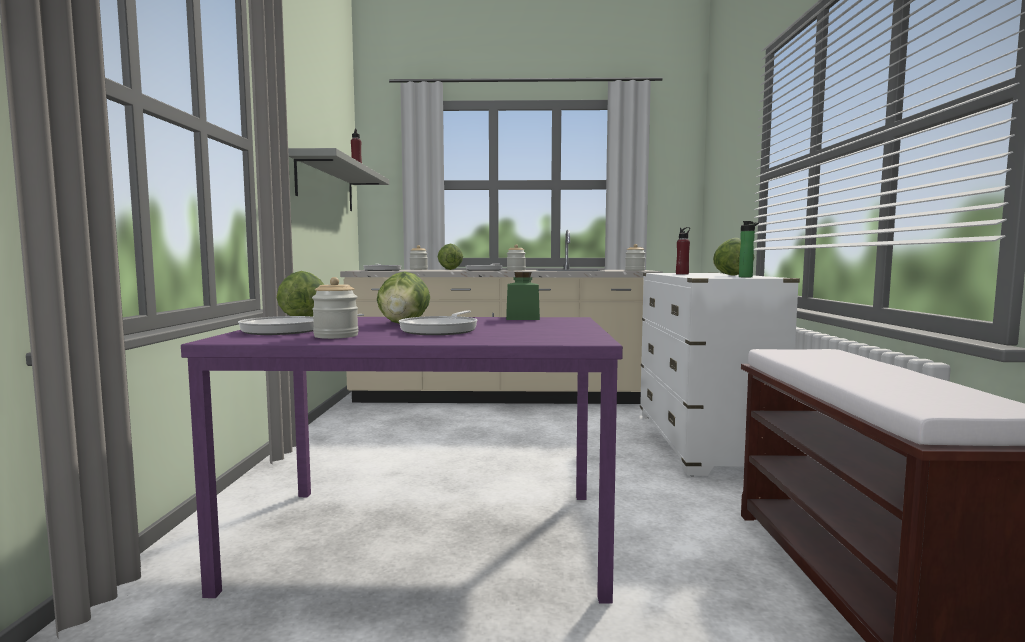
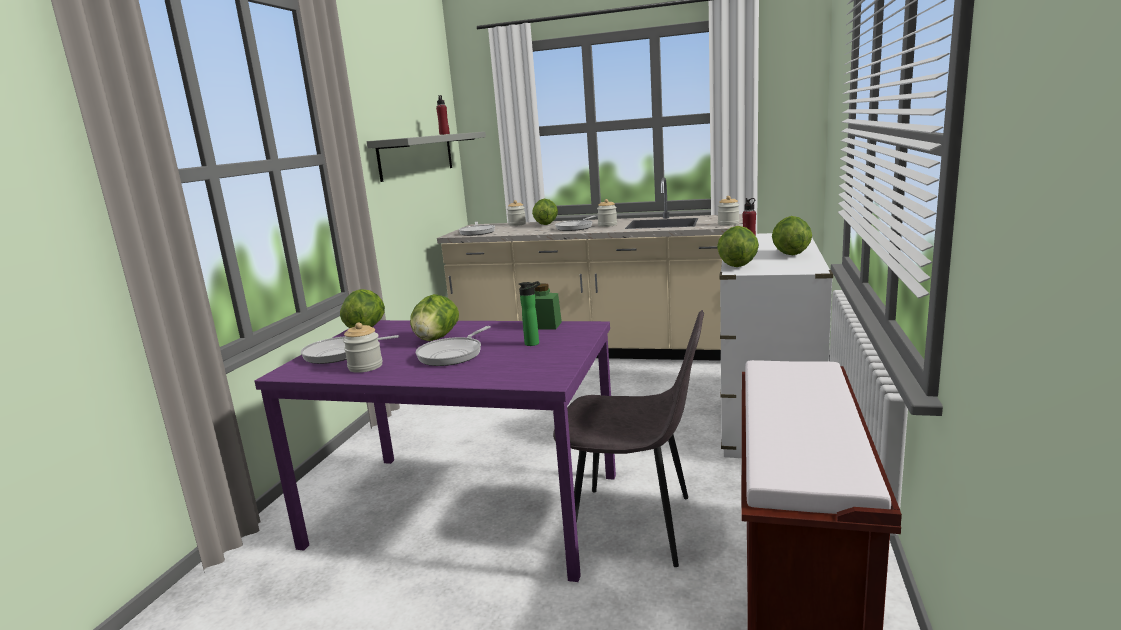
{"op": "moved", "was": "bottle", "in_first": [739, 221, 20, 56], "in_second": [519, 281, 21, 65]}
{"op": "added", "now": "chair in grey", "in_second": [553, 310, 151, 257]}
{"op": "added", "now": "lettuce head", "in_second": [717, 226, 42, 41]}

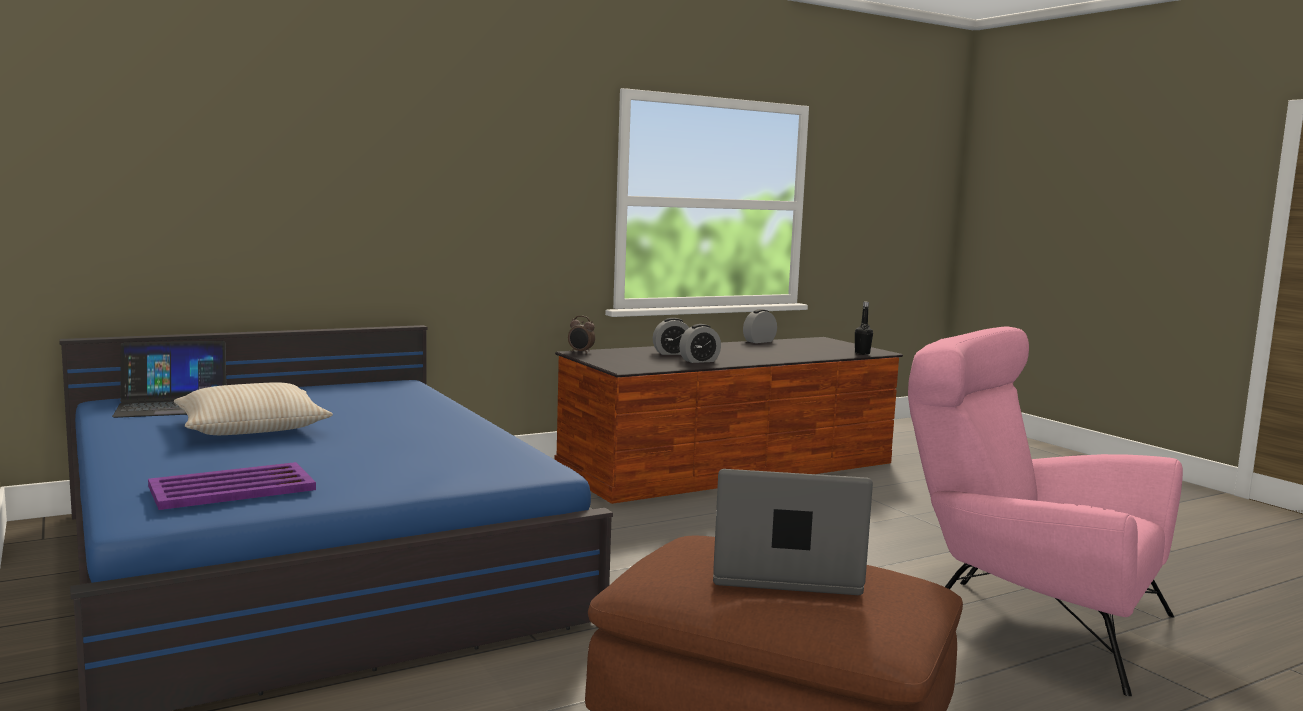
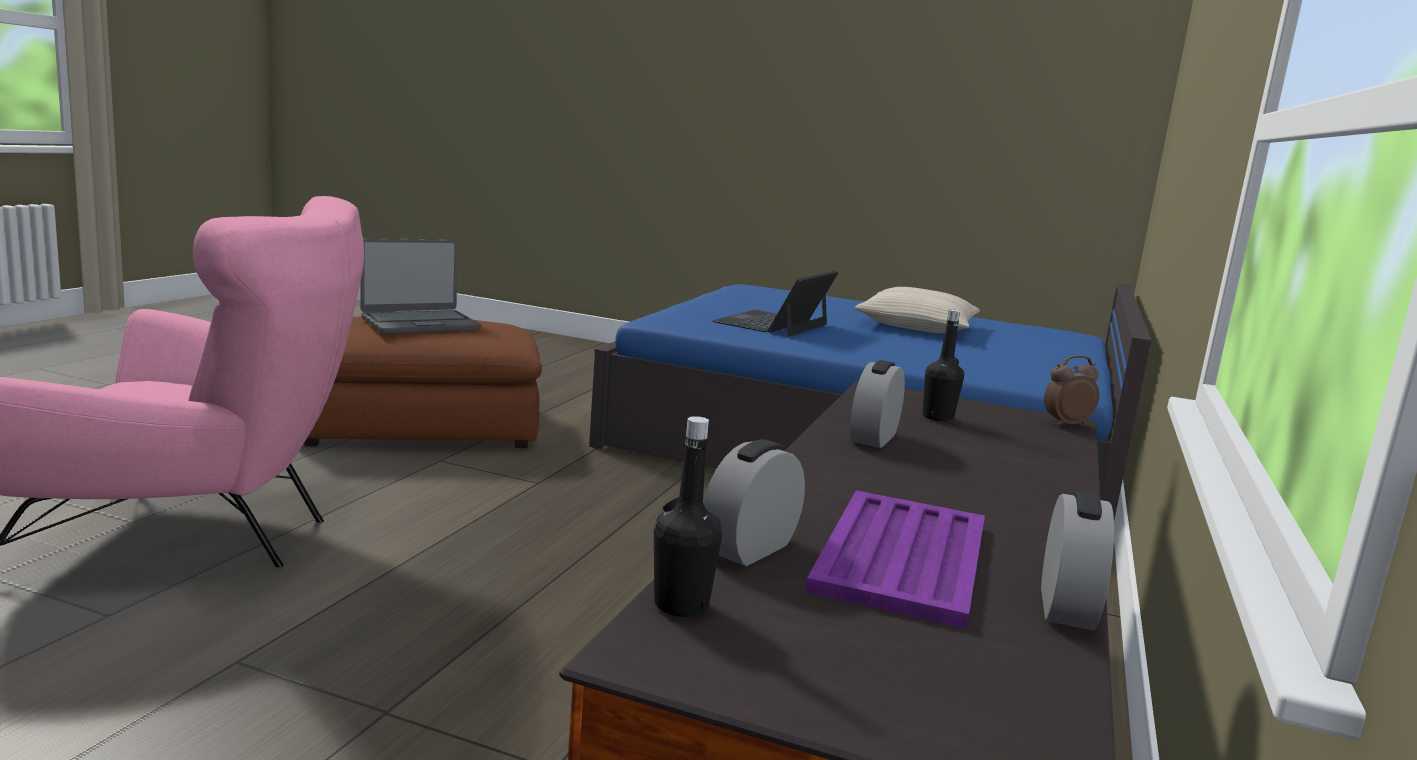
{"op": "moved", "was": "notebook computer", "in_first": [112, 341, 115, 77], "in_second": [712, 271, 126, 66]}
{"op": "moved", "was": "serving tray in purplish", "in_first": [148, 462, 168, 48], "in_second": [805, 490, 180, 139]}
{"op": "moved", "was": "alarm clock", "in_first": [653, 318, 36, 37], "in_second": [703, 440, 102, 126]}
{"op": "added", "now": "bottle in black", "in_second": [923, 309, 41, 113]}

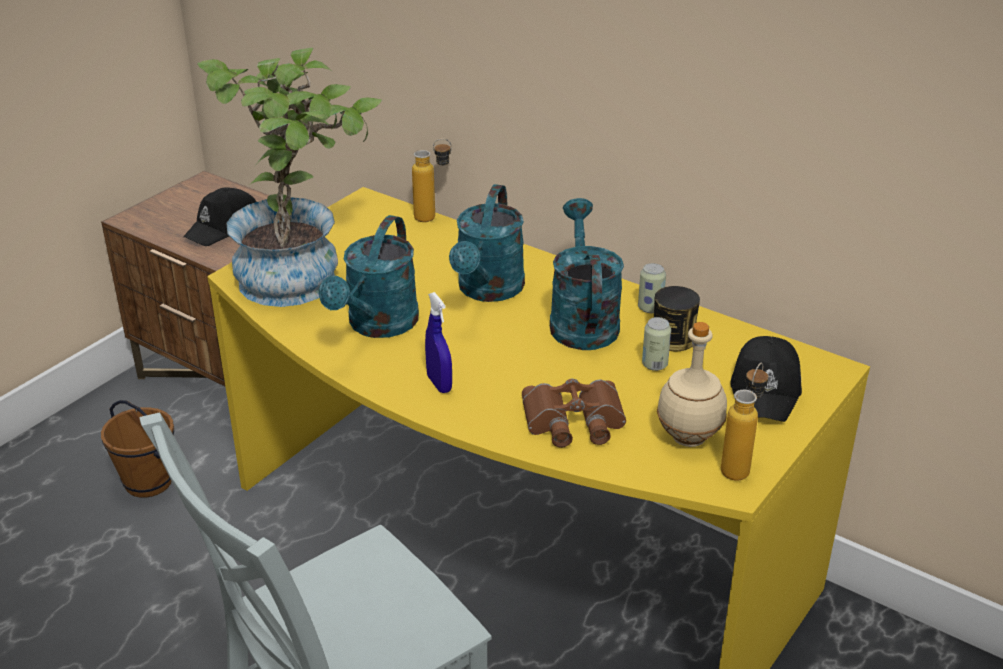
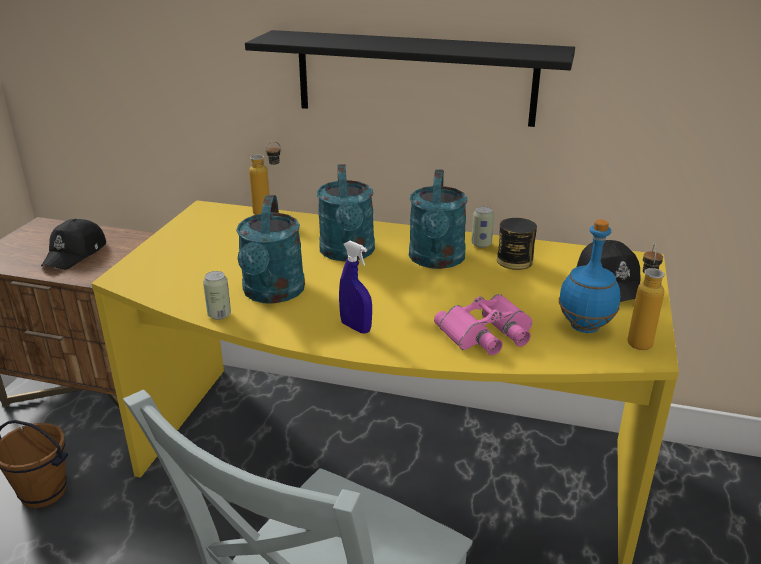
{"op": "removed", "was": "houseplant", "in_first": [198, 47, 184, 260]}
{"op": "recoloured", "was": "field glasses in brown", "now": "field glasses in pink-coloured", "in_first": [522, 379, 104, 69], "in_second": [434, 294, 99, 61]}
{"op": "turned", "was": "watering pot in turquoise", "in_first": [550, 198, 74, 152], "in_second": [409, 169, 58, 100], "clockwise": -150}
{"op": "moved", "was": "sealed can", "in_first": [642, 317, 29, 54], "in_second": [203, 271, 28, 49]}
{"op": "recoloured", "was": "bottle in sand-coloured", "now": "bottle in bluish", "in_first": [657, 322, 70, 125], "in_second": [559, 219, 61, 114]}
{"op": "added", "now": "shelf in black", "in_second": [245, 30, 330, 97]}

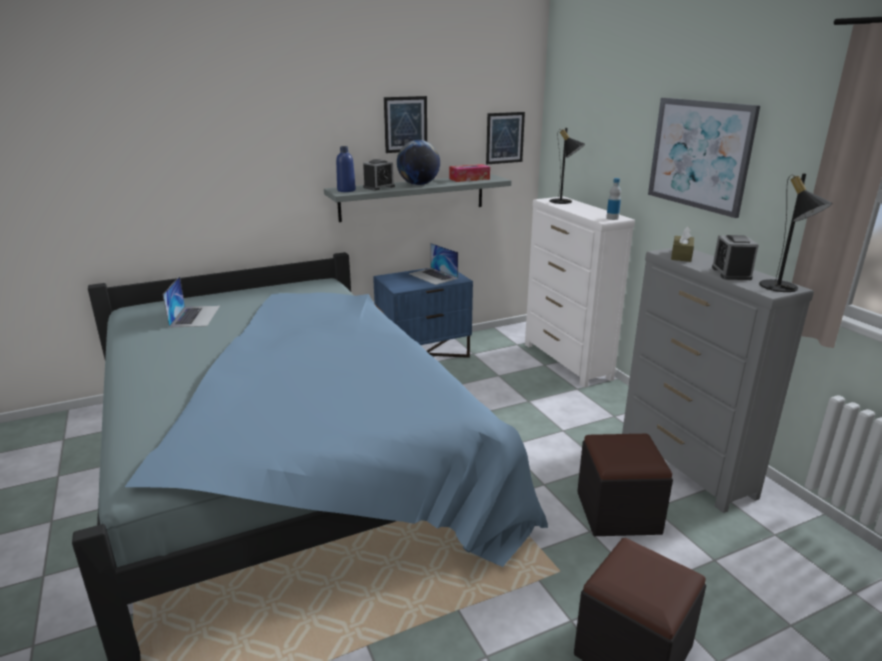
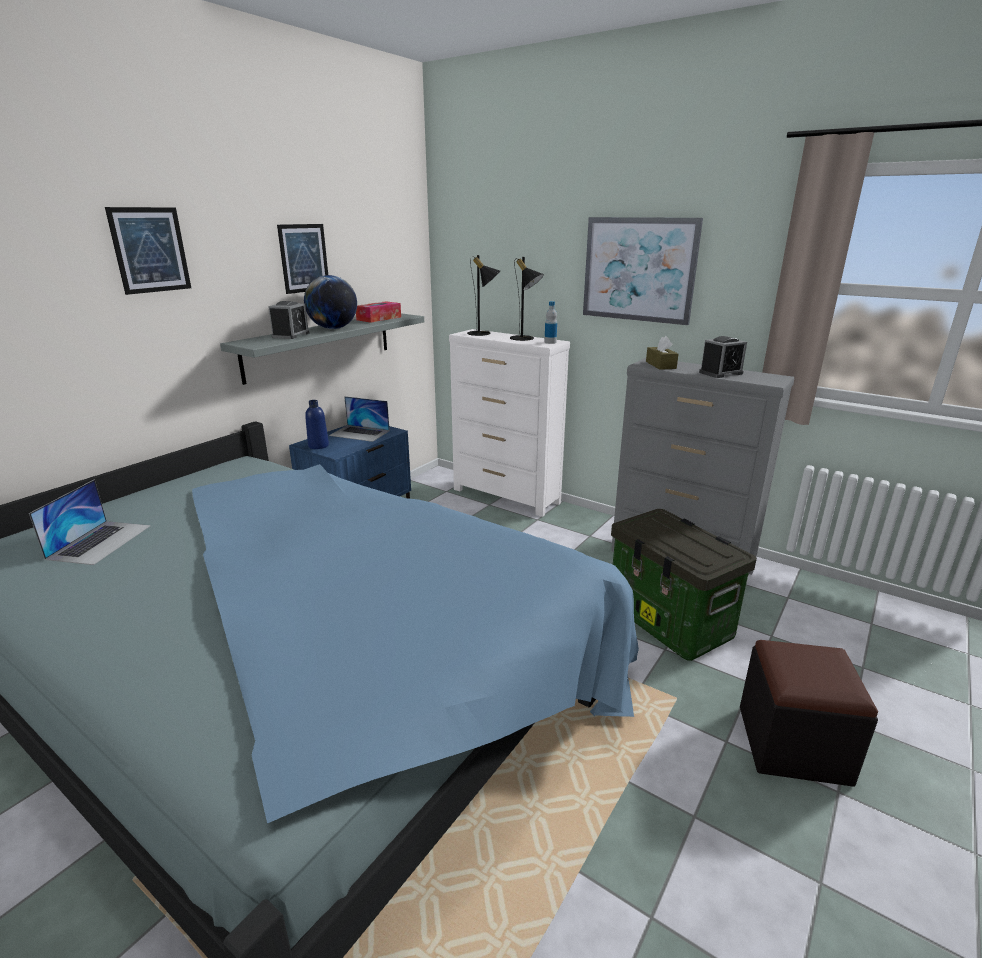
{"op": "turned", "was": "notebook computer", "in_first": [163, 276, 57, 52], "in_second": [29, 479, 121, 86], "clockwise": 45}
{"op": "moved", "was": "bottle in bluish", "in_first": [336, 146, 20, 46], "in_second": [305, 400, 24, 49]}
{"op": "moved", "was": "wall picture", "in_first": [486, 112, 39, 52], "in_second": [105, 207, 86, 88]}
{"op": "replaced", "was": "footrest in black", "now": "storage box", "in_first": [577, 434, 96, 102], "in_second": [611, 509, 146, 152]}
{"op": "turned", "was": "alarm clock", "in_first": [712, 235, 47, 45], "in_second": [699, 336, 48, 42], "clockwise": -90}
{"op": "moved", "was": "tabletop lamp in black", "in_first": [759, 173, 74, 119], "in_second": [510, 257, 34, 84]}

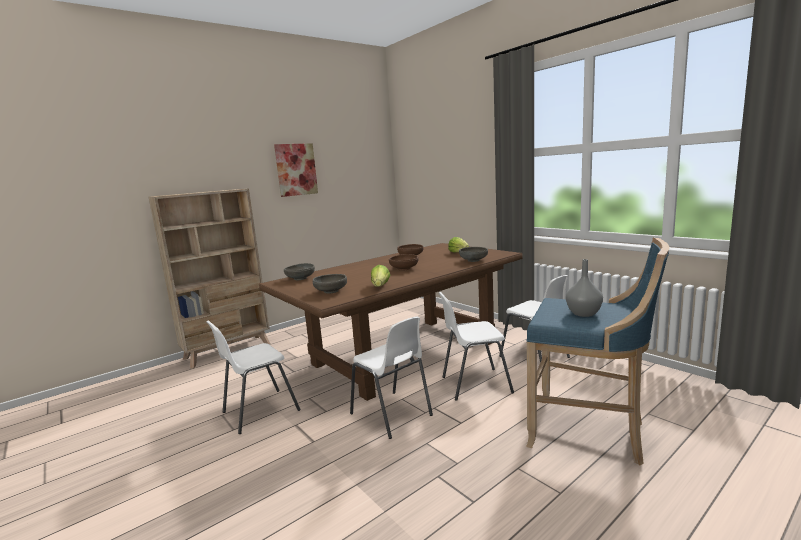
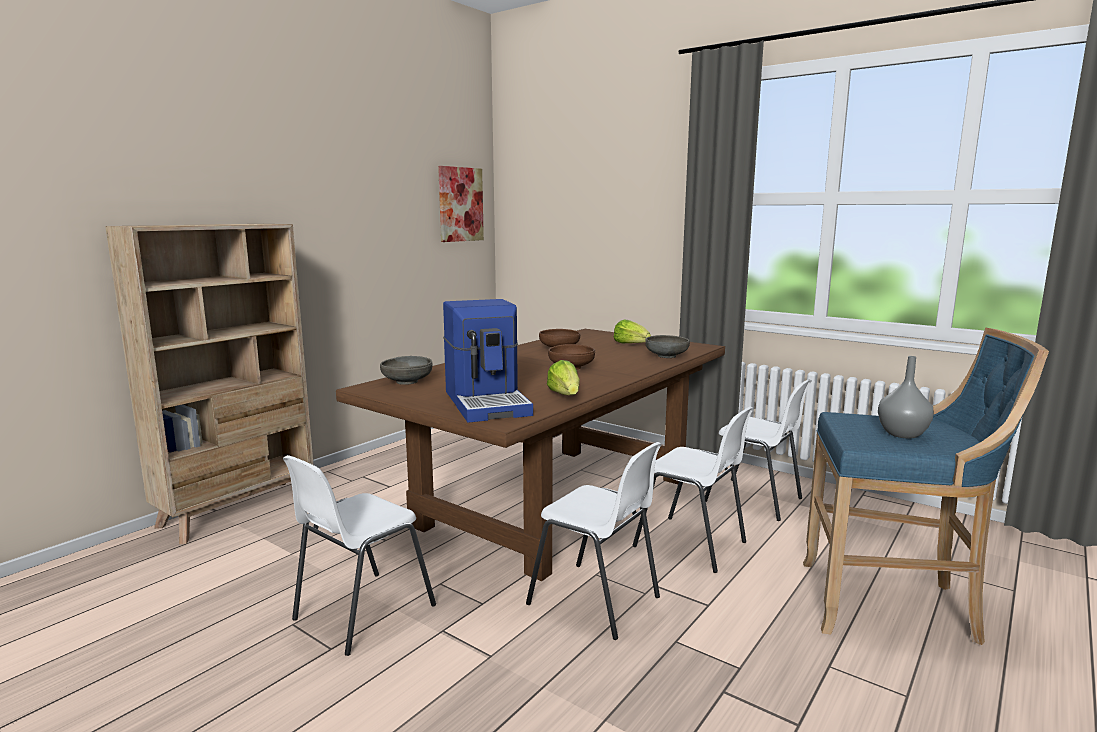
{"op": "moved", "was": "wall picture", "in_first": [274, 143, 44, 54], "in_second": [438, 166, 46, 76]}
{"op": "replaced", "was": "serving bowl in grey", "now": "coffee brewer", "in_first": [313, 274, 34, 20], "in_second": [443, 299, 90, 124]}
{"op": "turned", "was": "chair in whitish", "in_first": [439, 292, 75, 109], "in_second": [633, 407, 121, 166], "clockwise": -120}

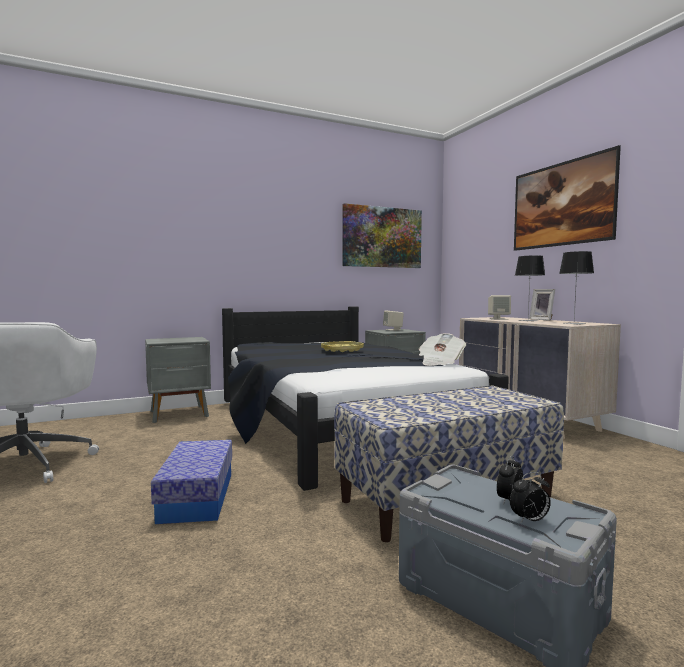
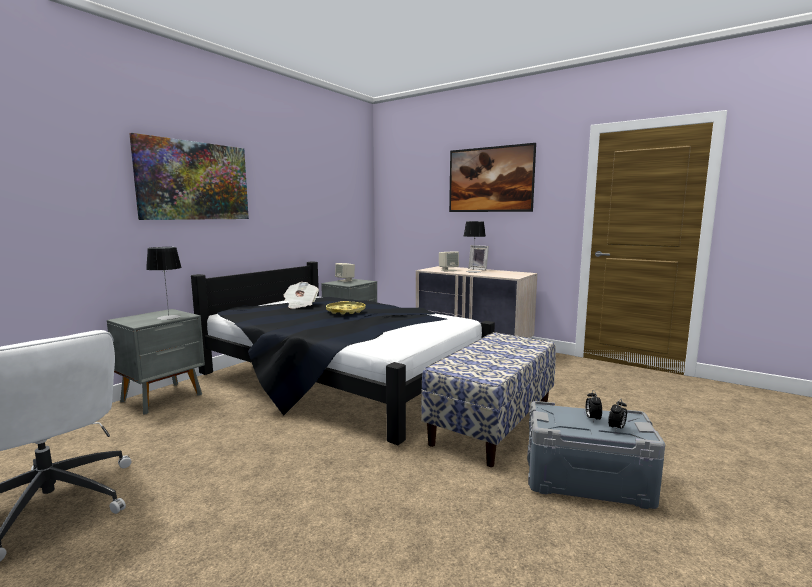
{"op": "removed", "was": "storage box", "in_first": [151, 440, 81, 84]}
{"op": "moved", "was": "wall picture", "in_first": [343, 203, 79, 65], "in_second": [129, 133, 120, 87]}
{"op": "moved", "was": "daily paper", "in_first": [419, 333, 47, 33], "in_second": [284, 282, 35, 27]}
{"op": "moved", "was": "tabletop lamp", "in_first": [559, 251, 35, 73], "in_second": [146, 247, 36, 73]}

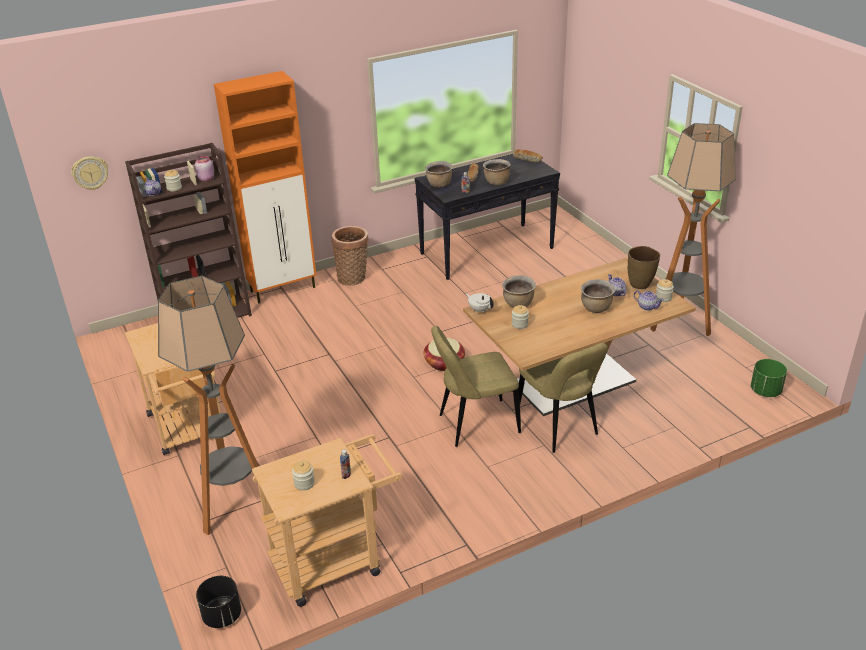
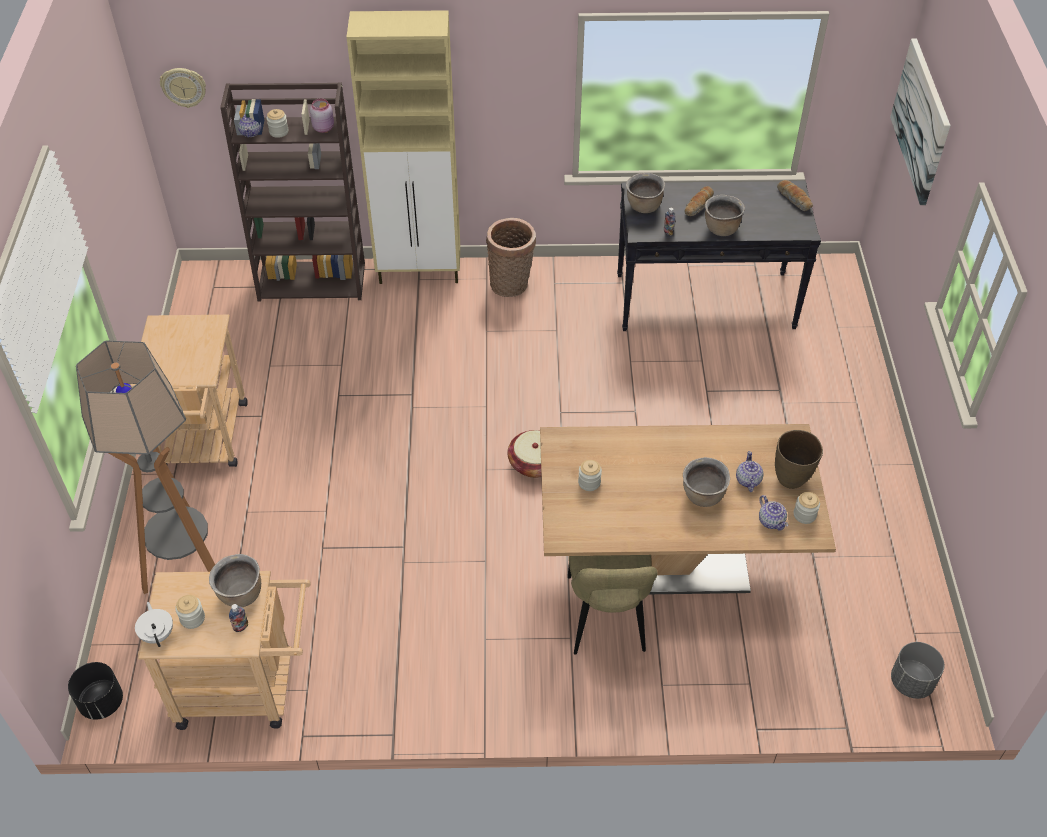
{"op": "recoloured", "was": "storage cabinet in orange", "now": "storage cabinet in sand-coloured", "in_first": [214, 71, 103, 232], "in_second": [347, 10, 113, 274]}
{"op": "removed", "was": "chair in sand-coloured", "in_first": [431, 326, 90, 121]}
{"op": "moved", "was": "tea pot in whitish", "in_first": [466, 293, 28, 19], "in_second": [135, 602, 38, 45]}
{"op": "moved", "was": "saucepot in brown", "in_first": [502, 275, 34, 33], "in_second": [209, 554, 52, 53]}
{"op": "removed", "was": "floor lamp", "in_first": [650, 123, 86, 213]}
{"op": "recoloured", "was": "planter in green-coloured", "now": "planter in grey", "in_first": [751, 359, 36, 38], "in_second": [891, 642, 53, 57]}
{"op": "added", "now": "wall picture", "in_second": [890, 39, 61, 166]}

